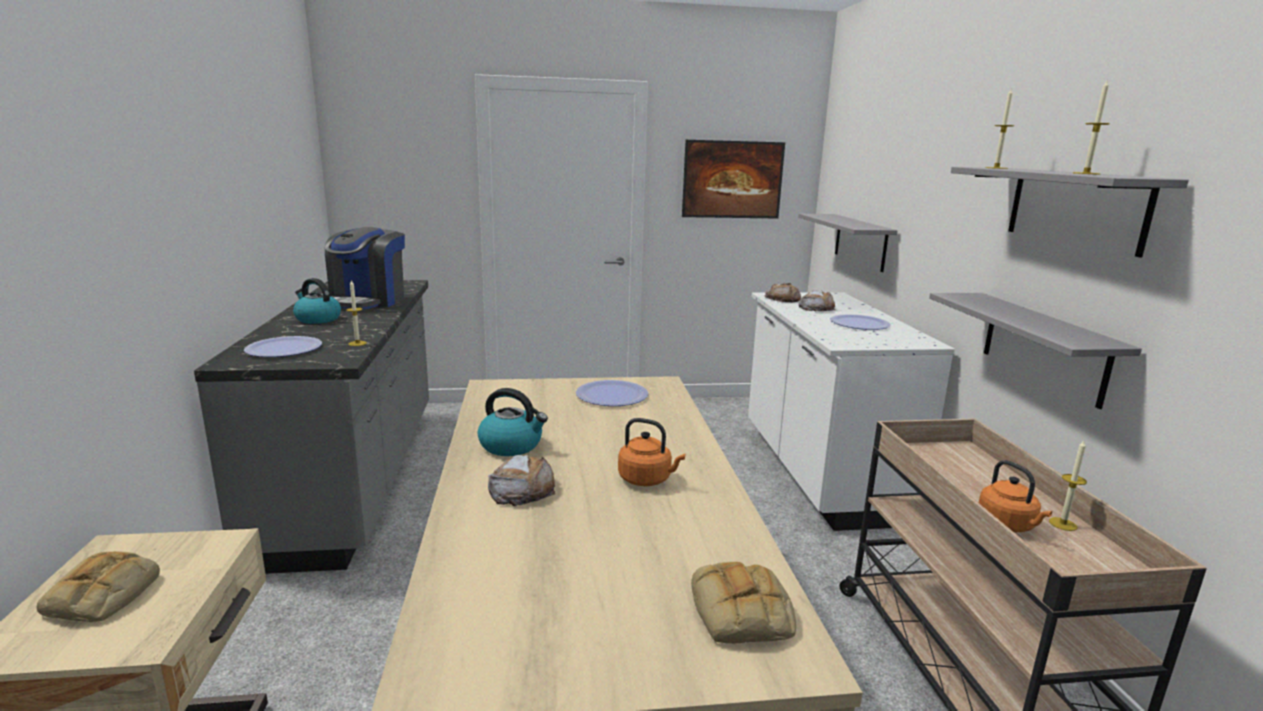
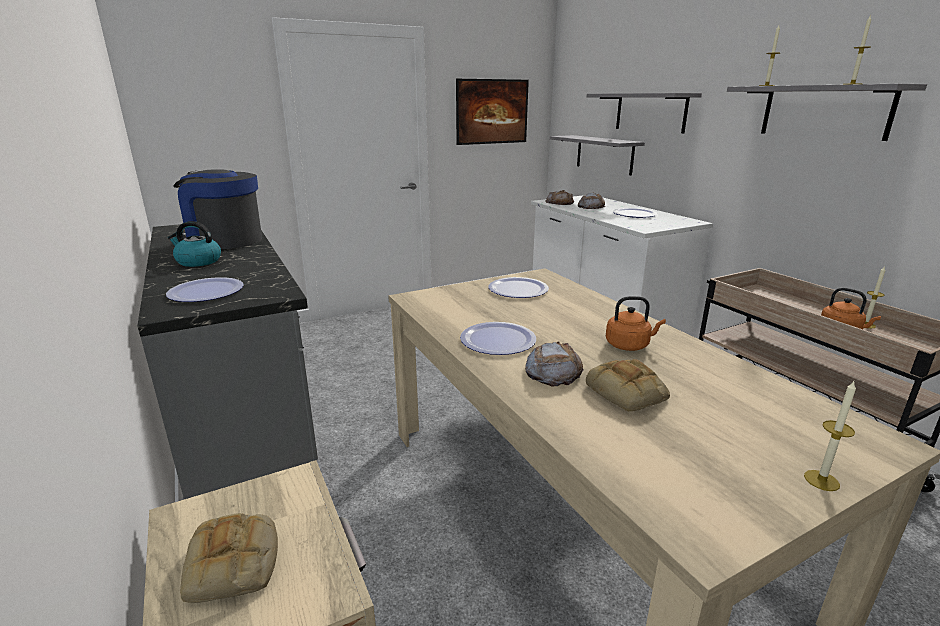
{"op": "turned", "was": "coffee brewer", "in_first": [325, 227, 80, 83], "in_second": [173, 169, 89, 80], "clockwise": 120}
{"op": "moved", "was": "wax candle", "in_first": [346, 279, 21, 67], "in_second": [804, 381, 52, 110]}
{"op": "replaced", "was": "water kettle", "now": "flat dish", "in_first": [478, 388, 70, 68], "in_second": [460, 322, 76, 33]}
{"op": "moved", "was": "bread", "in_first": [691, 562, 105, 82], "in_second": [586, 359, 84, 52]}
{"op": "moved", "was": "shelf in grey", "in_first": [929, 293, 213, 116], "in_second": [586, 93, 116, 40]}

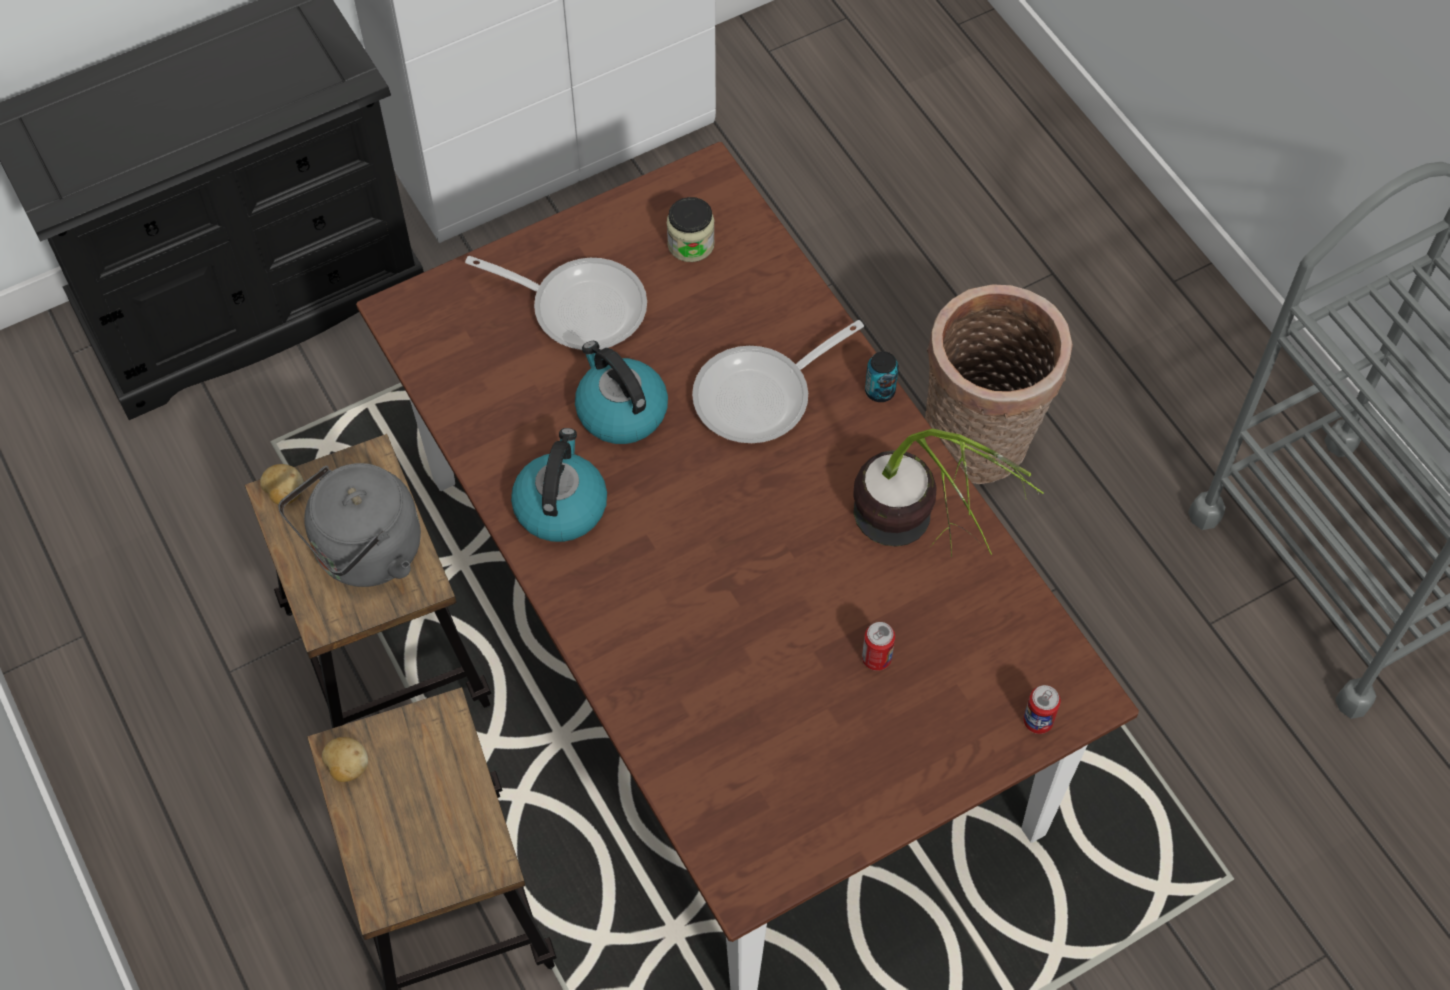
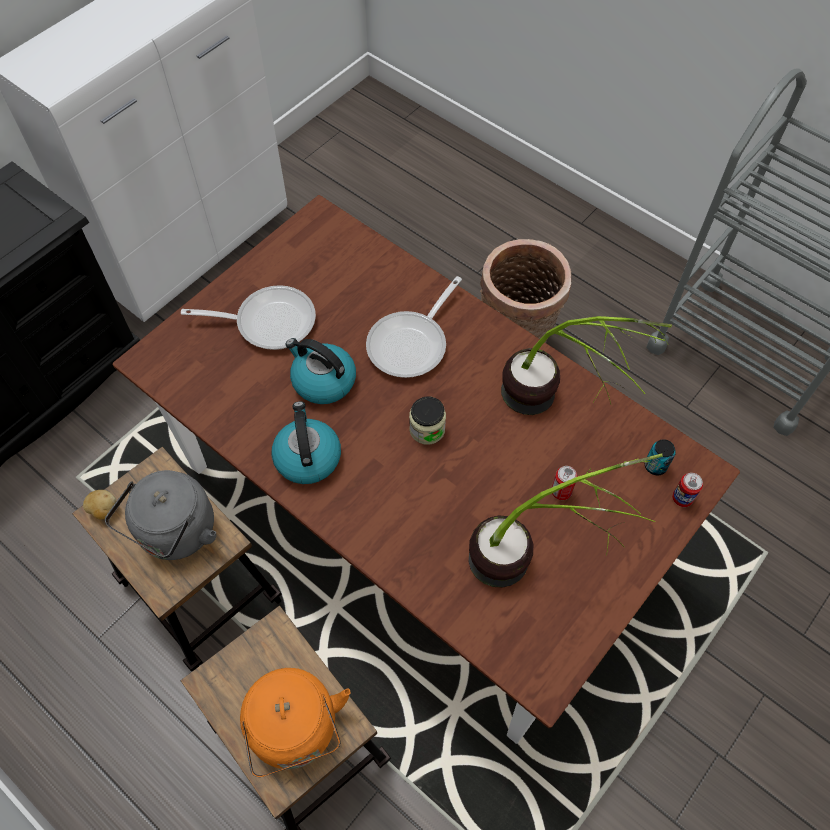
{"op": "removed", "was": "whole potato", "in_first": [322, 737, 46, 45]}
{"op": "moved", "was": "storage jar", "in_first": [667, 197, 48, 65], "in_second": [409, 396, 37, 49]}
{"op": "moved", "was": "sealed can", "in_first": [865, 351, 34, 51], "in_second": [645, 439, 31, 36]}
{"op": "added", "now": "water kettle in orange", "in_second": [240, 668, 111, 109]}
{"op": "added", "now": "houseplant", "in_second": [469, 454, 194, 134]}

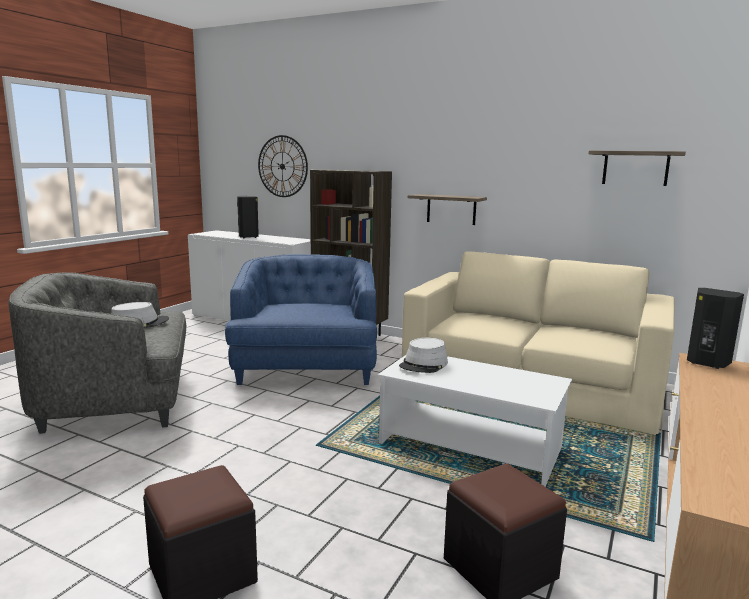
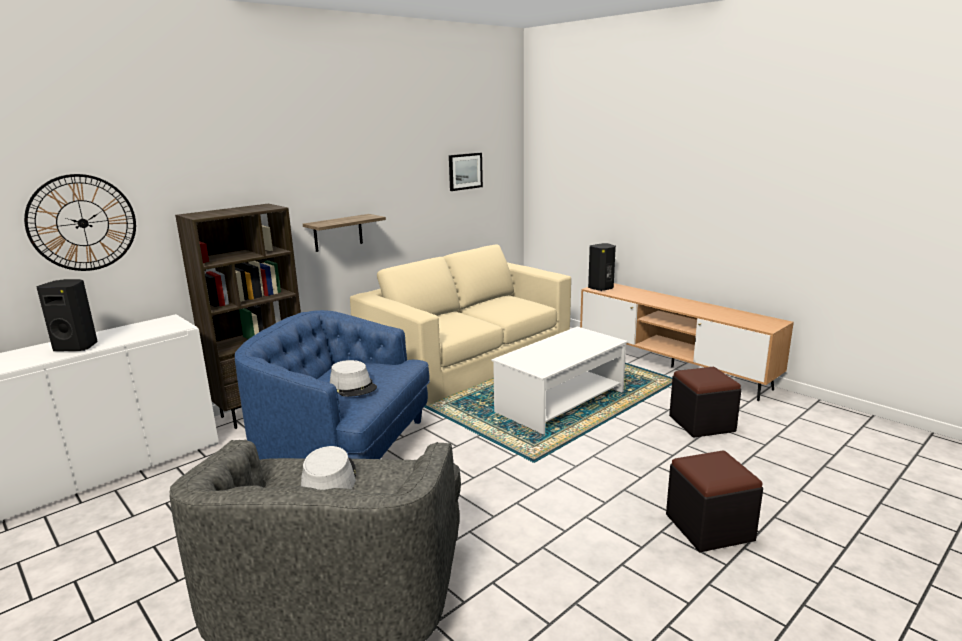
{"op": "moved", "was": "hat in grey", "in_first": [399, 338, 49, 35], "in_second": [330, 360, 47, 37]}
{"op": "replaced", "was": "shelf", "now": "wall picture", "in_first": [589, 151, 97, 35], "in_second": [449, 153, 34, 38]}

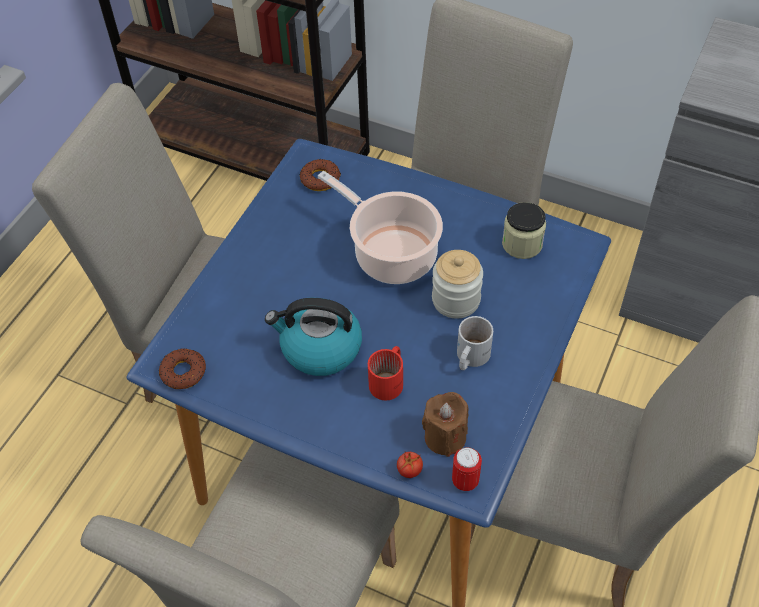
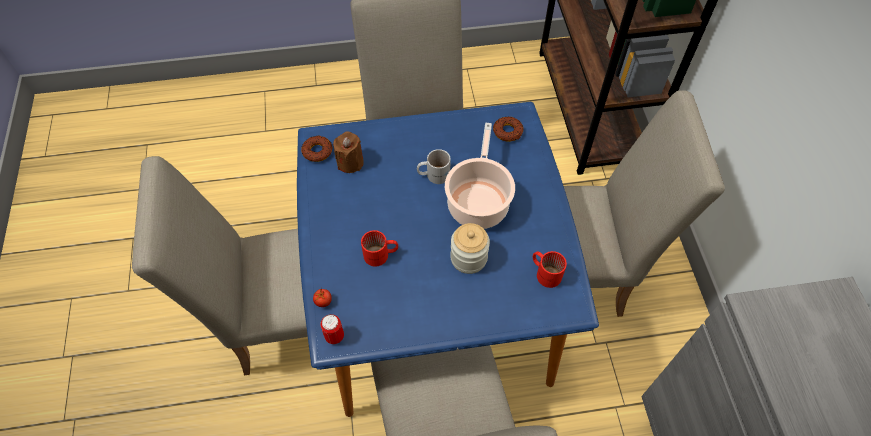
{"op": "removed", "was": "water kettle", "in_first": [265, 298, 97, 78]}
{"op": "moved", "was": "wax candle in brown", "in_first": [422, 392, 46, 65], "in_second": [333, 131, 31, 42]}
{"op": "moved", "was": "mug in whitish", "in_first": [457, 316, 36, 54], "in_second": [417, 149, 34, 35]}
{"op": "replaced", "was": "storage jar", "now": "mug in red", "in_first": [502, 202, 44, 57], "in_second": [533, 251, 34, 37]}

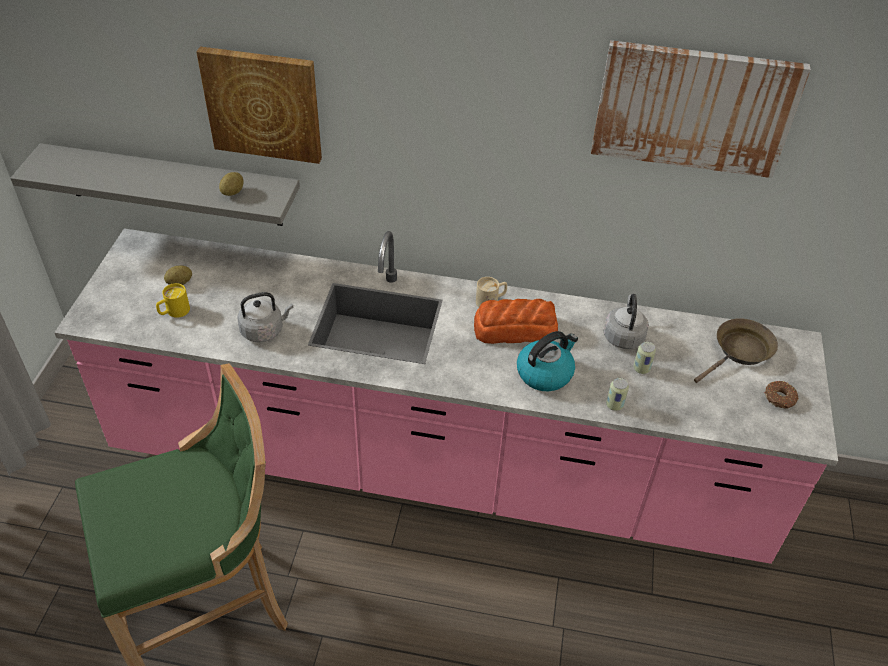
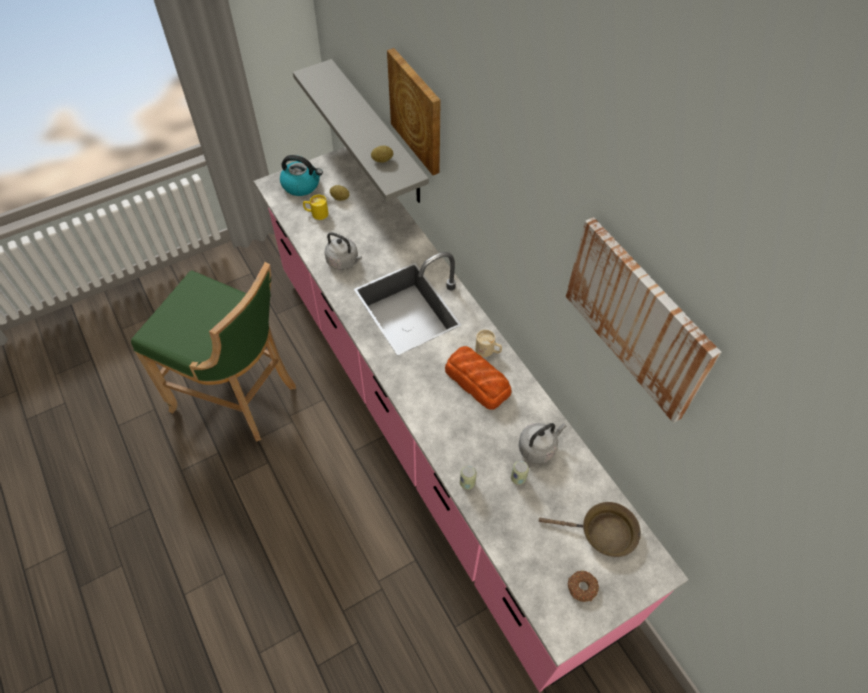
{"op": "moved", "was": "water kettle", "in_first": [517, 331, 61, 60], "in_second": [280, 155, 43, 41]}

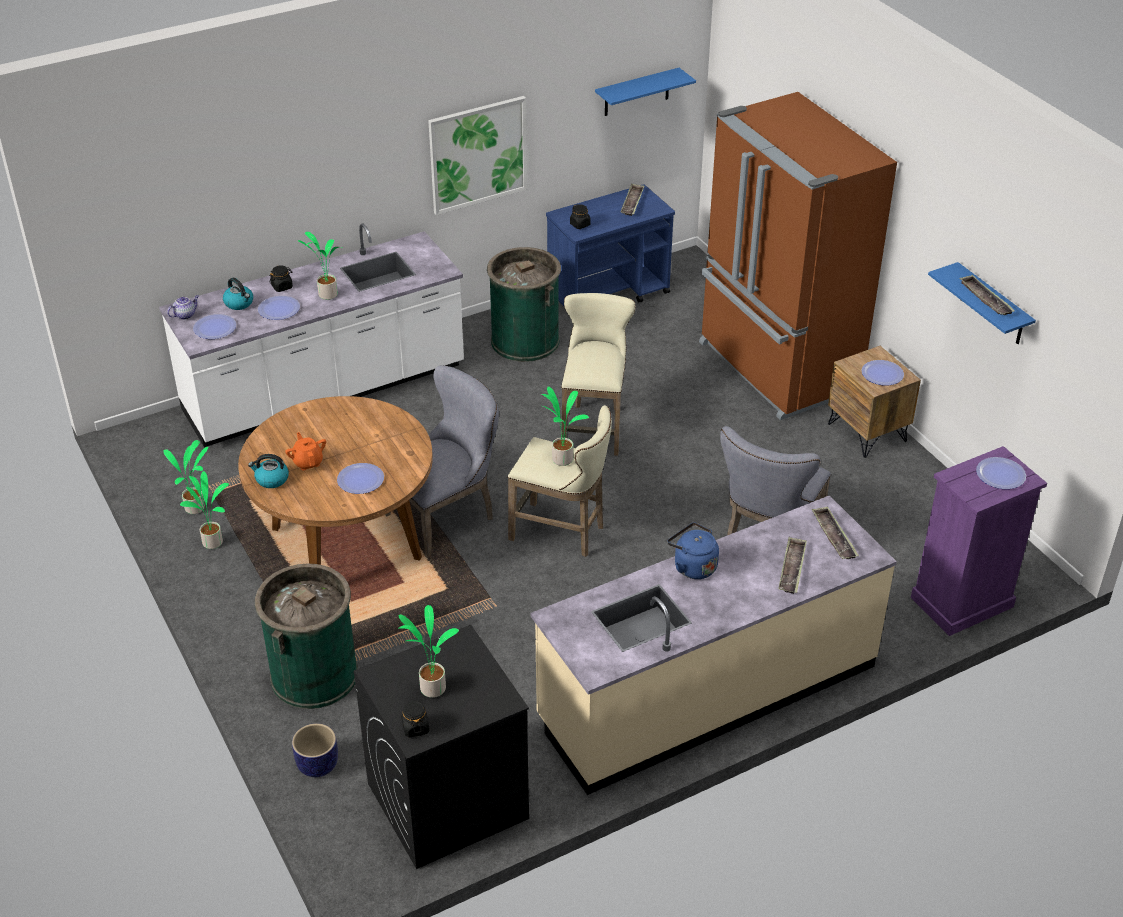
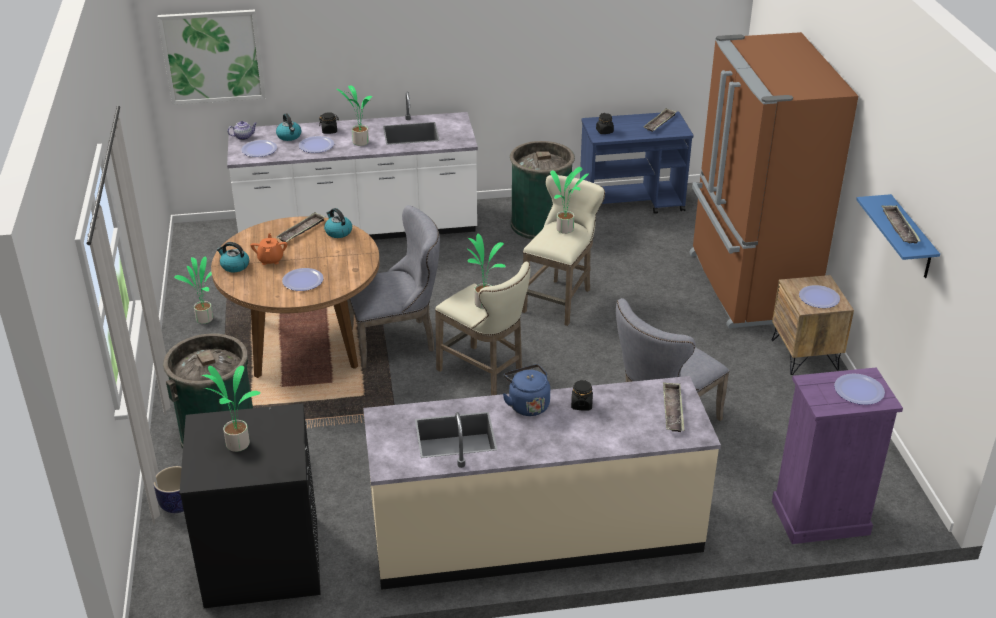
{"op": "moved", "was": "houseplant", "in_first": [164, 440, 44, 74], "in_second": [550, 167, 39, 67]}
{"op": "moved", "was": "storage jar in black", "in_first": [401, 700, 28, 38], "in_second": [571, 380, 22, 30]}
{"op": "moved", "was": "wall picture", "in_first": [428, 96, 100, 119], "in_second": [157, 10, 109, 95]}
{"op": "removed", "was": "shelf in bluish", "in_first": [595, 68, 101, 48]}
{"op": "moved", "was": "serving tray", "in_first": [778, 537, 29, 57], "in_second": [277, 212, 48, 30]}
{"op": "added", "now": "water kettle", "in_second": [324, 208, 28, 30]}

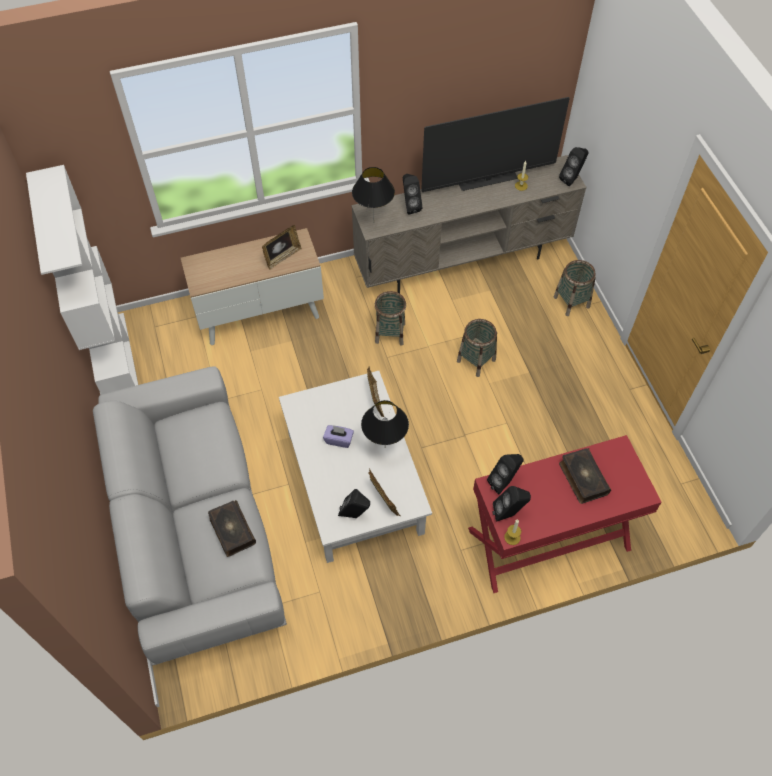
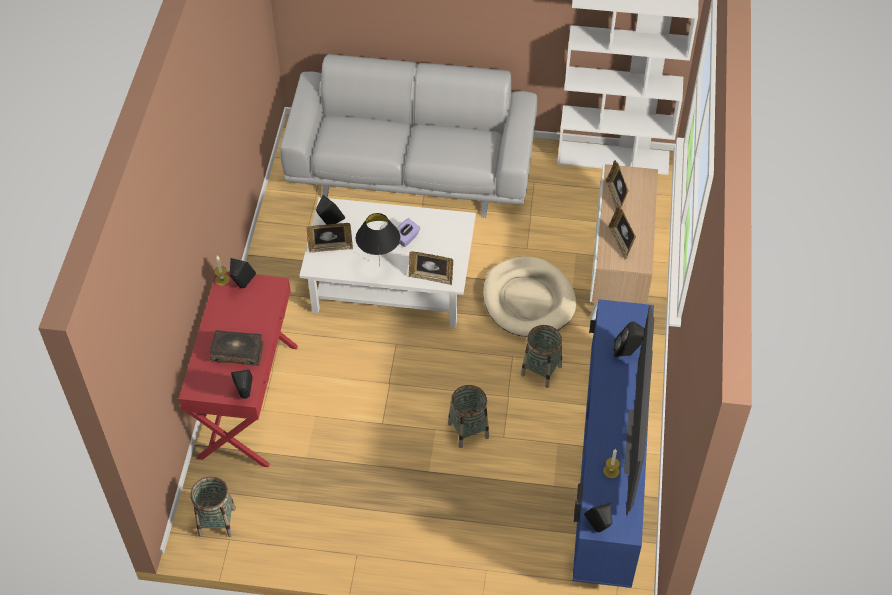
{"op": "removed", "was": "volume", "in_first": [208, 500, 48, 57]}
{"op": "recoloured", "was": "media console in sand-coloured", "now": "media console in bluish", "in_first": [351, 155, 236, 138], "in_second": [572, 299, 82, 289]}
{"op": "removed", "was": "tabletop lamp in black", "in_first": [352, 167, 43, 49]}
{"op": "moved", "was": "loudspeaker in black", "in_first": [487, 454, 36, 40], "in_second": [231, 370, 22, 29]}
{"op": "moved", "was": "basket", "in_first": [554, 260, 42, 56], "in_second": [190, 476, 46, 61]}
{"op": "added", "now": "dog bed in sand-coloured", "in_second": [483, 257, 93, 80]}
{"op": "added", "now": "photo frame", "in_second": [606, 160, 23, 48]}

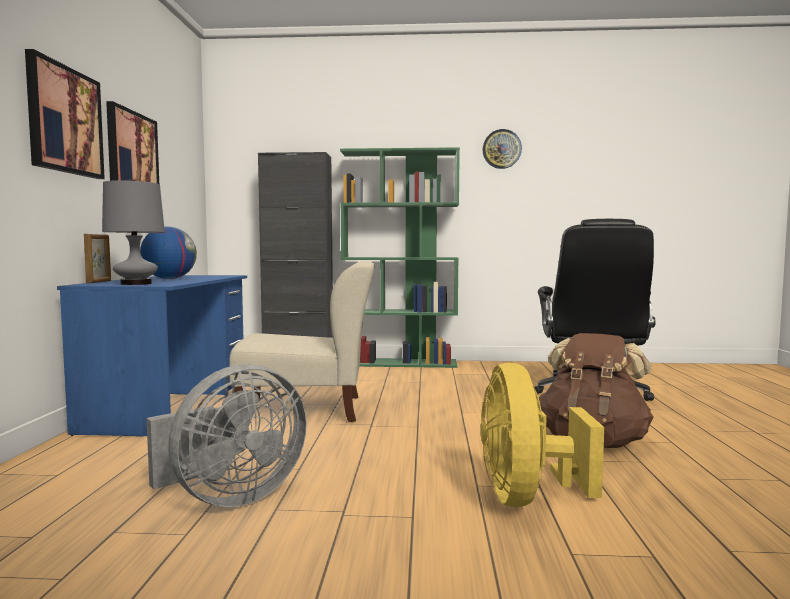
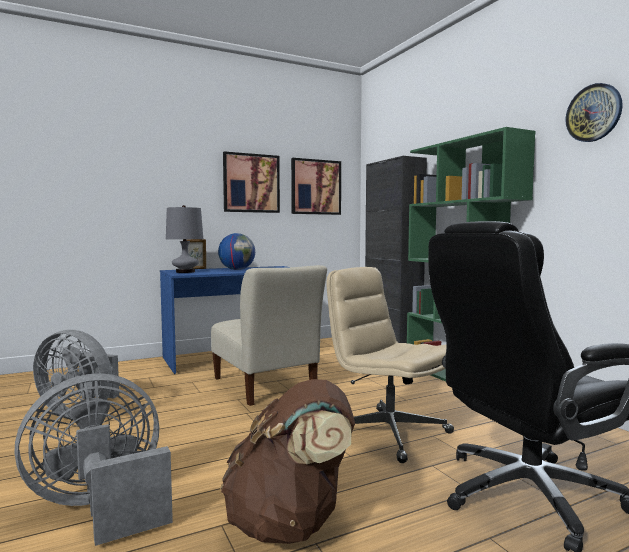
{"op": "moved", "was": "wall picture", "in_first": [25, 49, 80, 130], "in_second": [291, 158, 50, 57]}
{"op": "recoloured", "was": "electric fan in yellowish", "now": "electric fan in grey", "in_first": [480, 363, 124, 144], "in_second": [14, 373, 159, 173]}
{"op": "added", "now": "office chair in sand-coloured", "in_second": [326, 267, 128, 196]}

